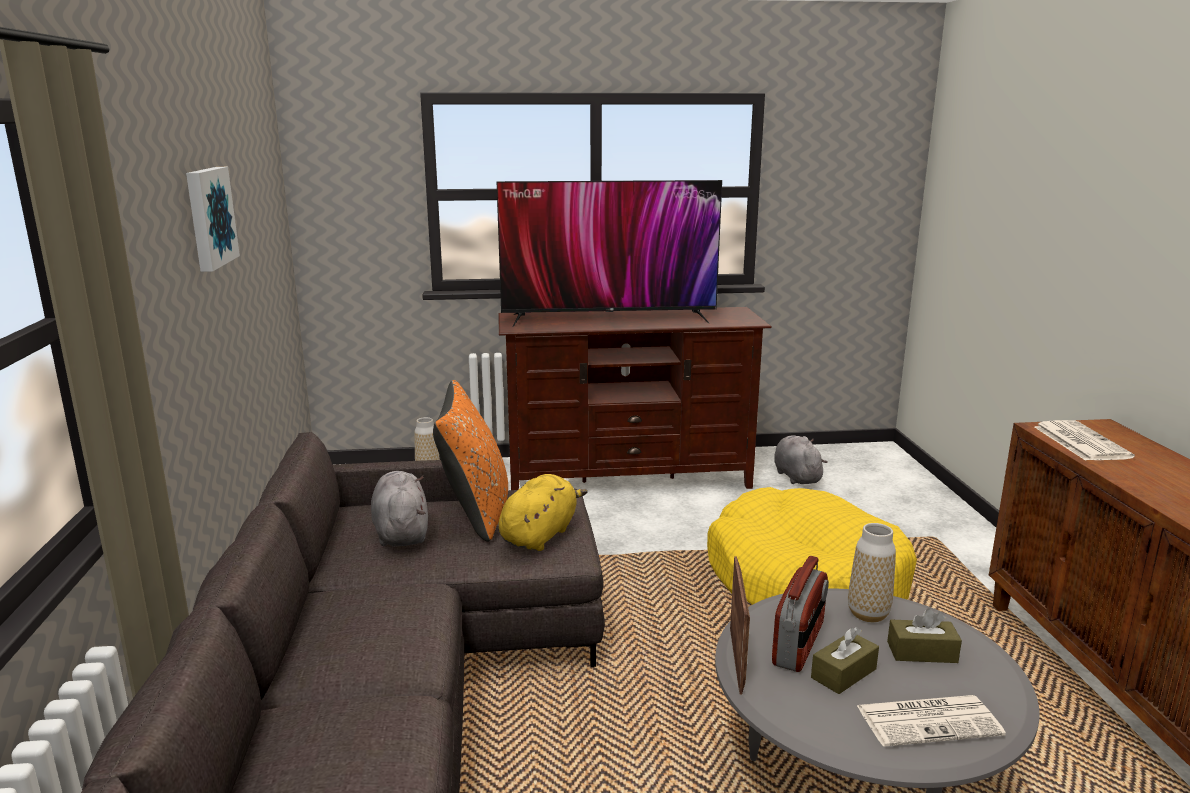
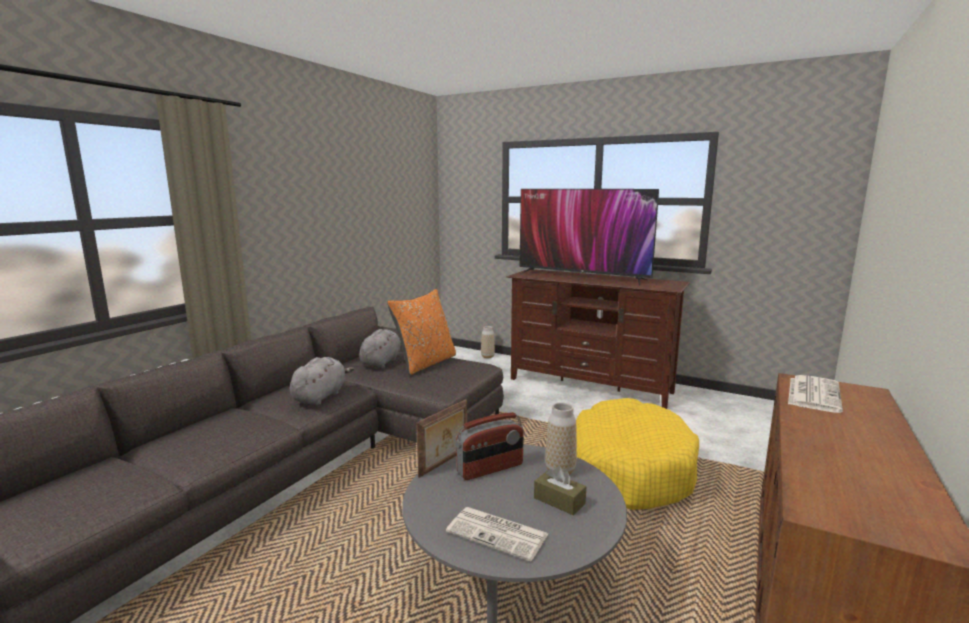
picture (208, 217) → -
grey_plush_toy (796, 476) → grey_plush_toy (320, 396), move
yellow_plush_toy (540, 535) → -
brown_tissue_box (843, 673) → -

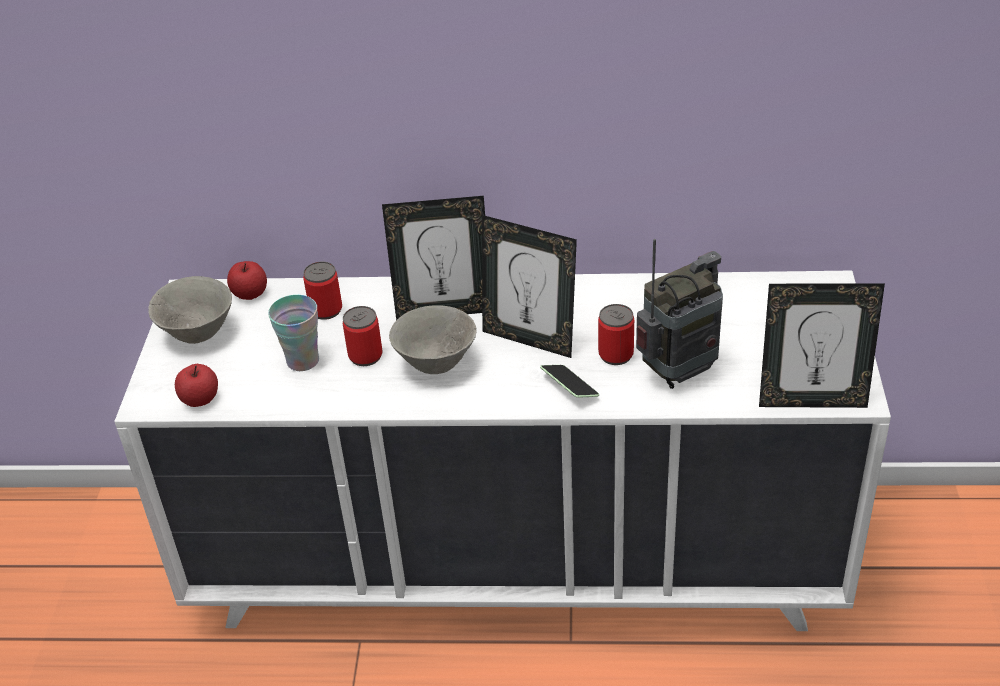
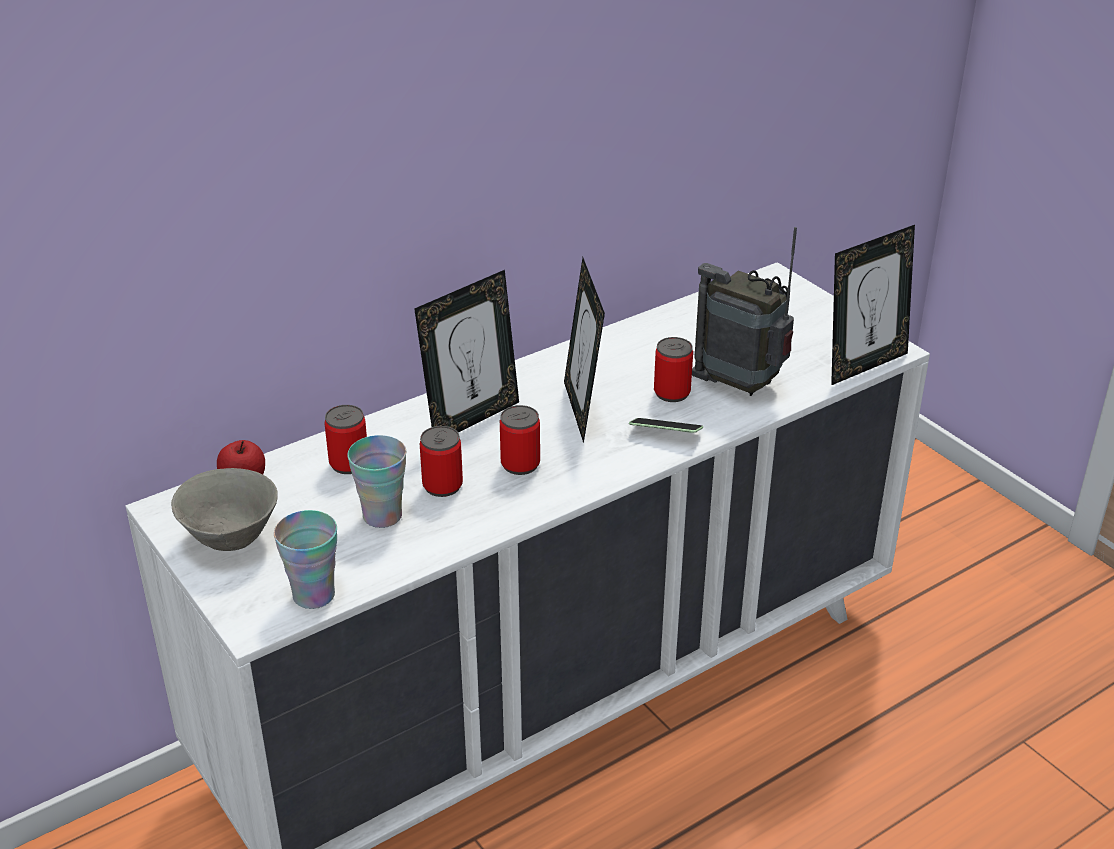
picture_frame (529, 339) → picture_frame (582, 410), 90 degrees clockwise
radio (679, 373) → radio (740, 385), 75 degrees counterclockwise
grey_bowl (435, 364) → can (520, 464)
apple (200, 399) → cup (314, 595)

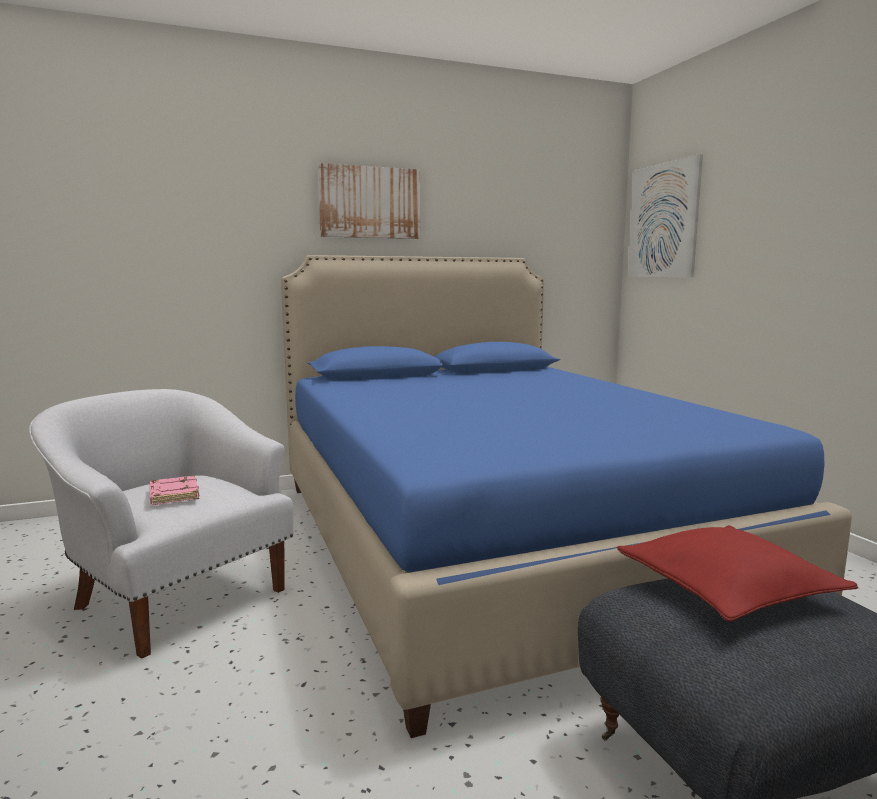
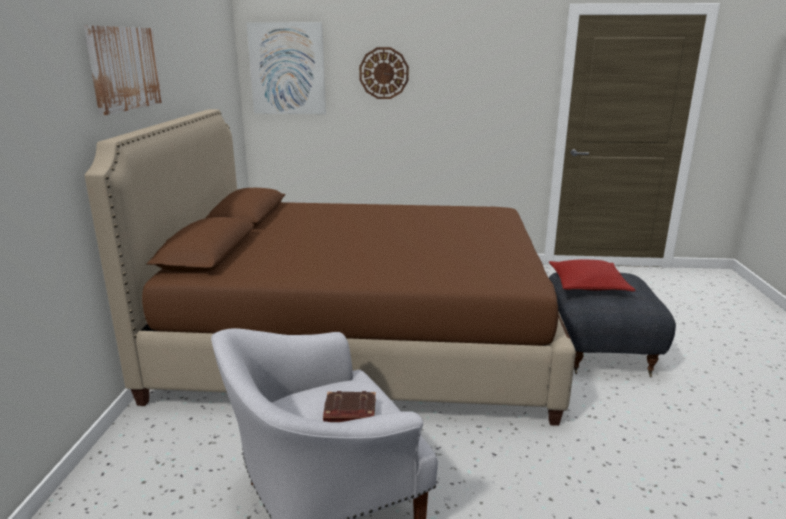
blue_bed (495, 542) → brown_bed (361, 341)
pink_book (173, 495) → brown_book (349, 412)
- → wall_clock (384, 73)

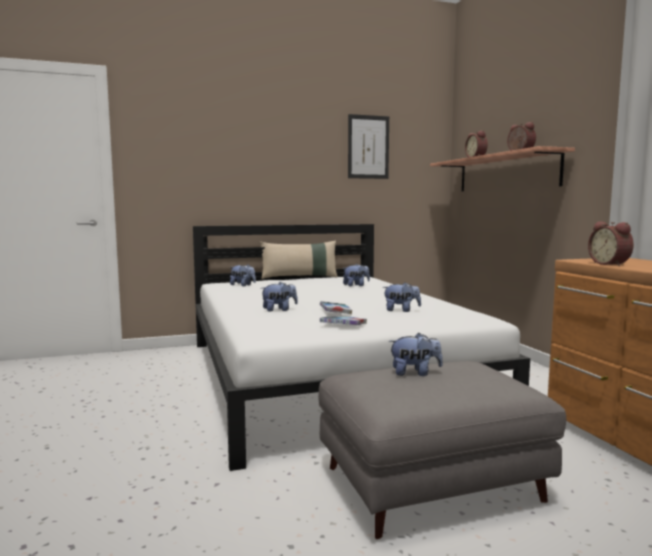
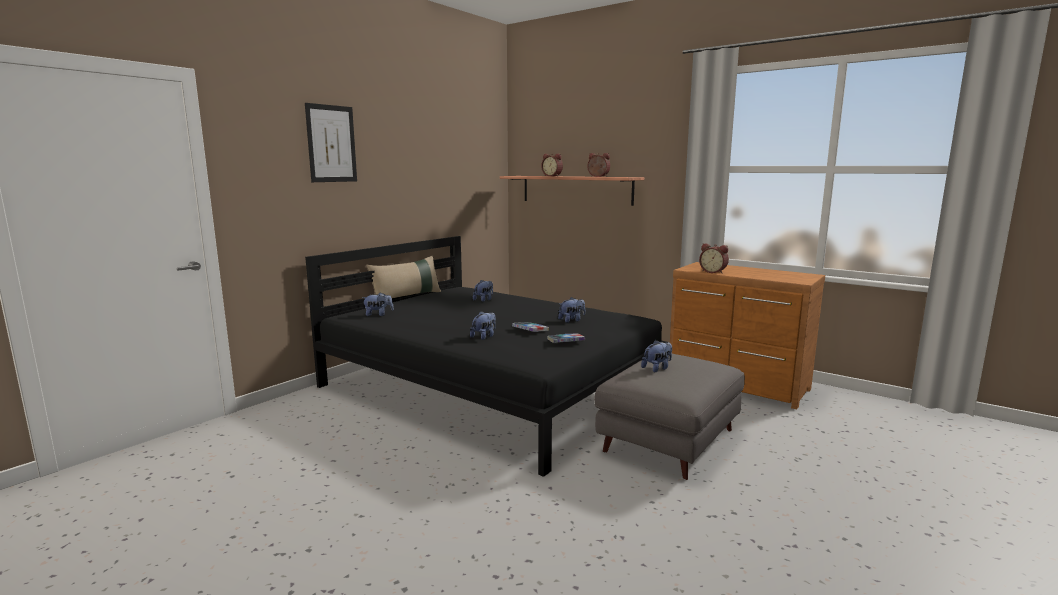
picture (368, 147) → picture (331, 144), move
white_bed (326, 376) → black_bed (490, 387)

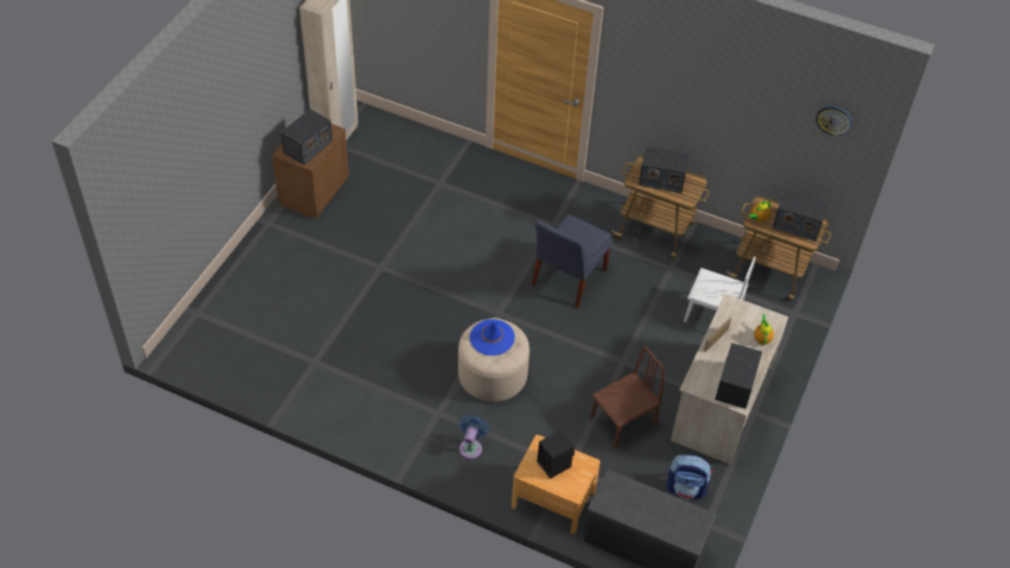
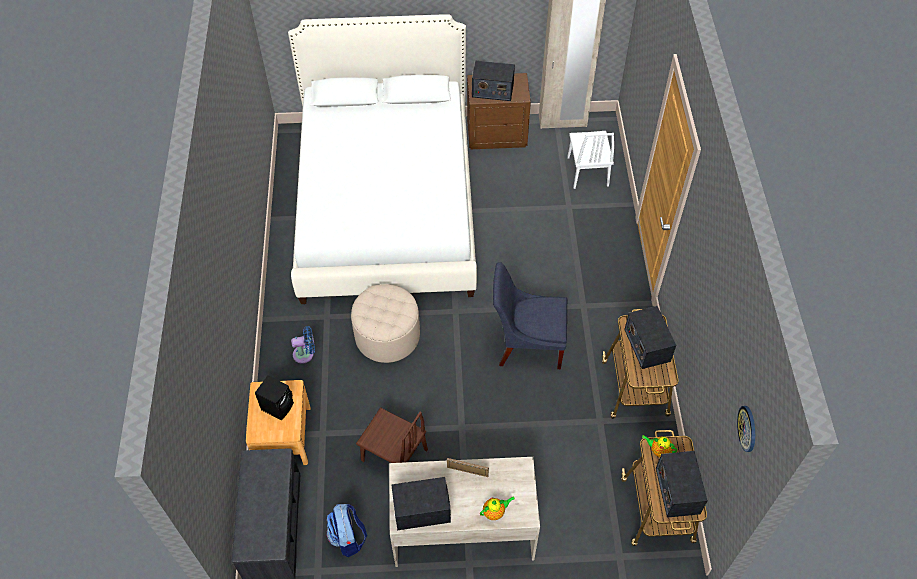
white_chair (713, 315) → white_chair (587, 171), move
blue_hat (492, 338) → -
- → white_bed (387, 205)

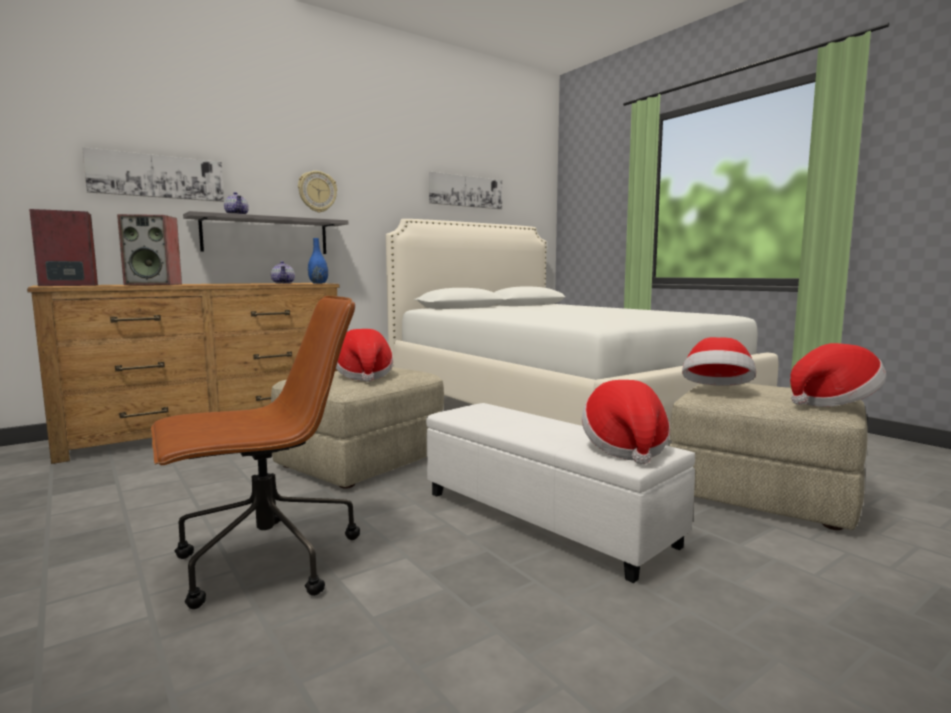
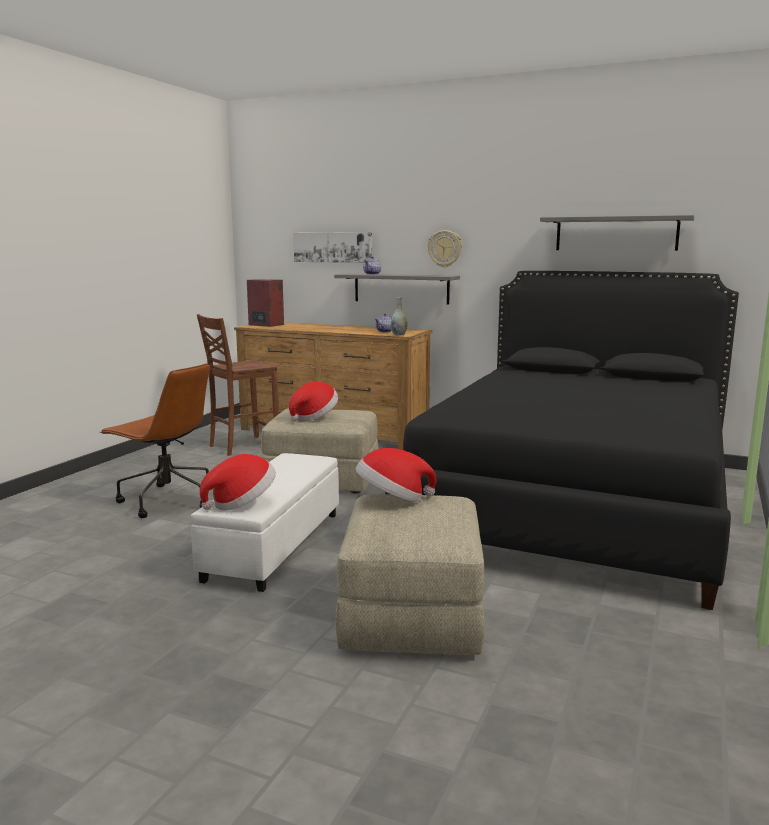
picture (465, 191) → grey_shelf (616, 233)
speaker (154, 284) → -
white_bed (560, 407) → black_bed (576, 503)
blue_vase (318, 283) → grey_vase (398, 335)
hat (832, 403) → -
- → brown_chair (242, 446)

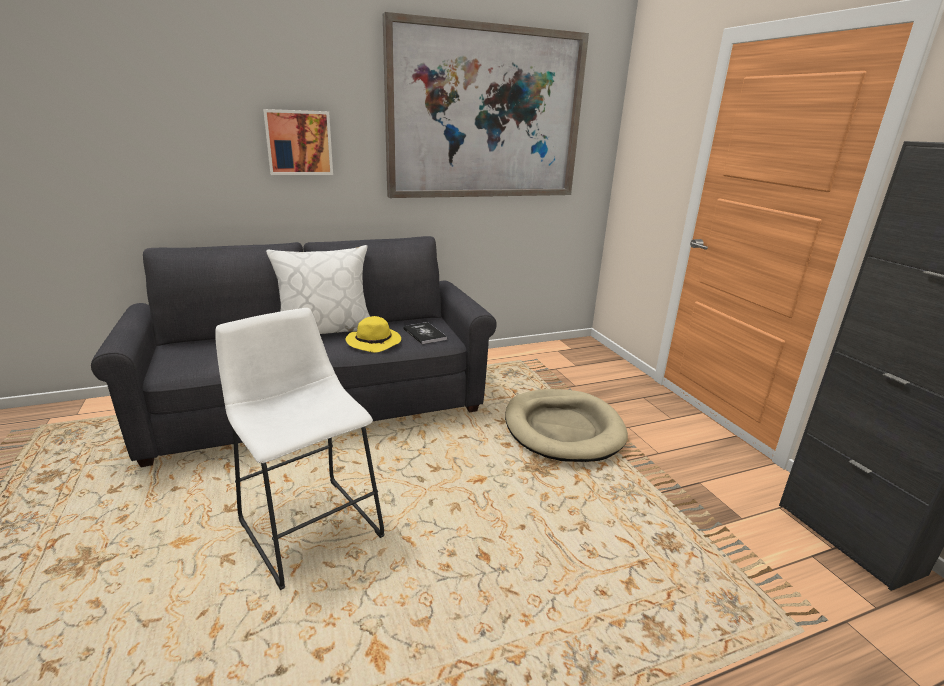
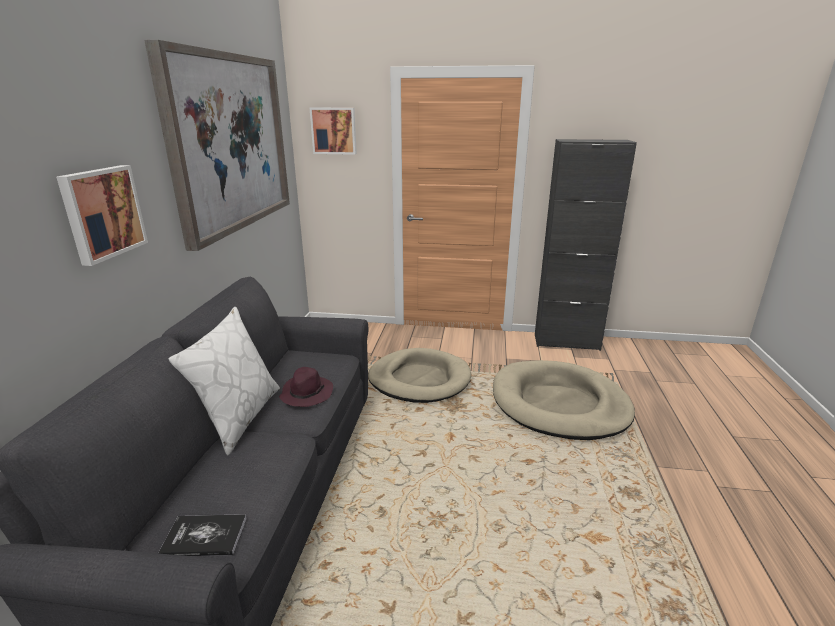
white_stool (308, 523) → -
yellow_hat (375, 342) → purple_hat (306, 393)
book (424, 334) → book (204, 536), move
- → picture (334, 131)
- → beige_dog_bed (559, 404)

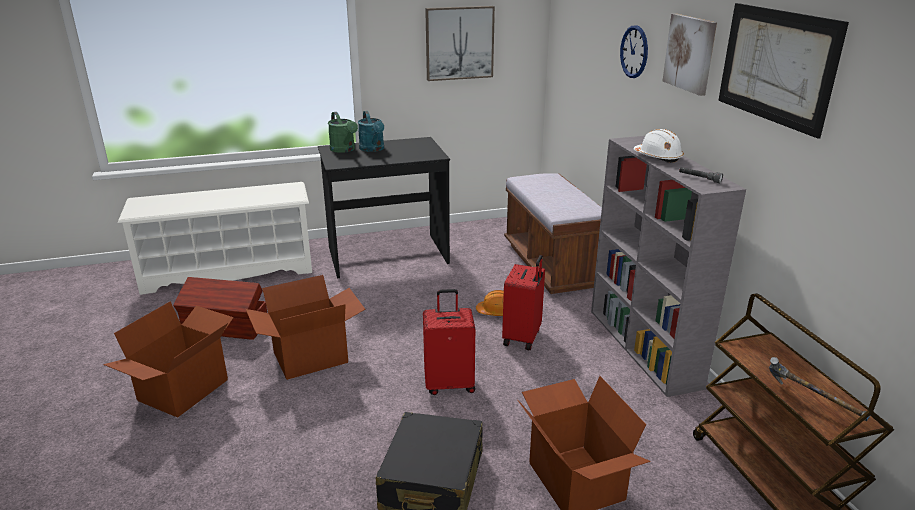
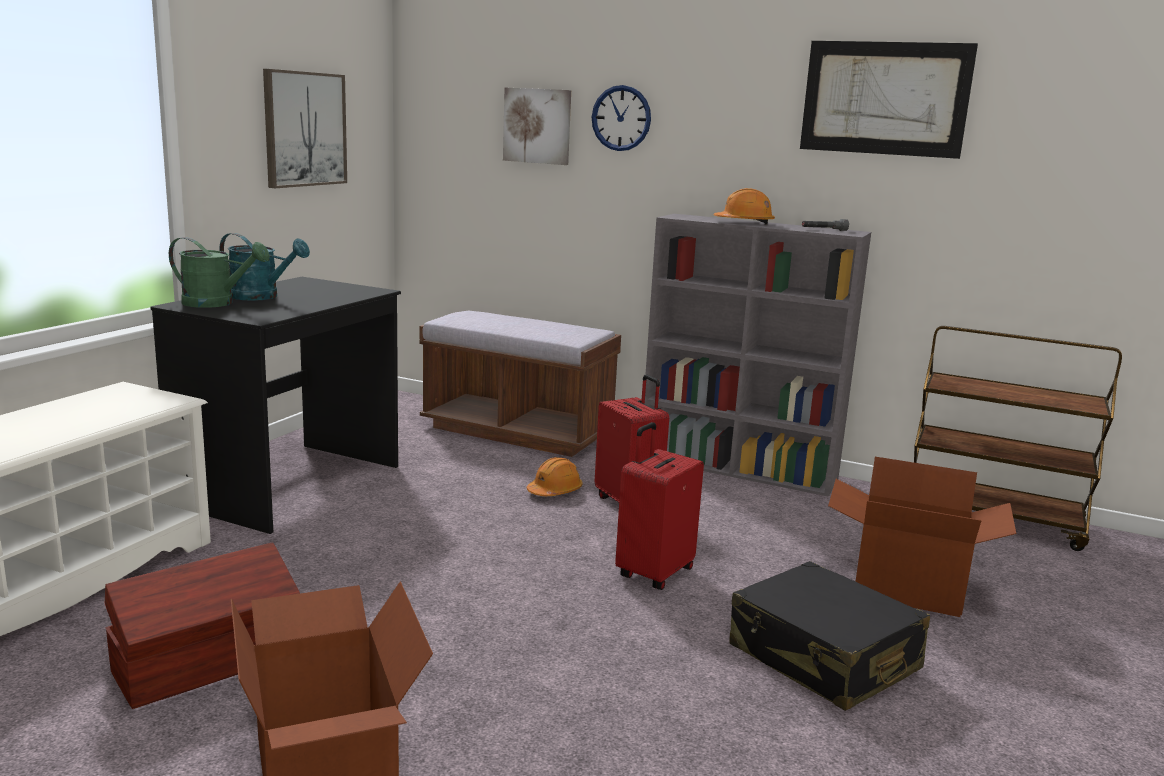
picture (690, 53) → picture (537, 126), move
white_hard_hat (658, 157) → orange_hard_hat (744, 223)
cardboard_box (310, 356) → -
hammer (809, 406) → -

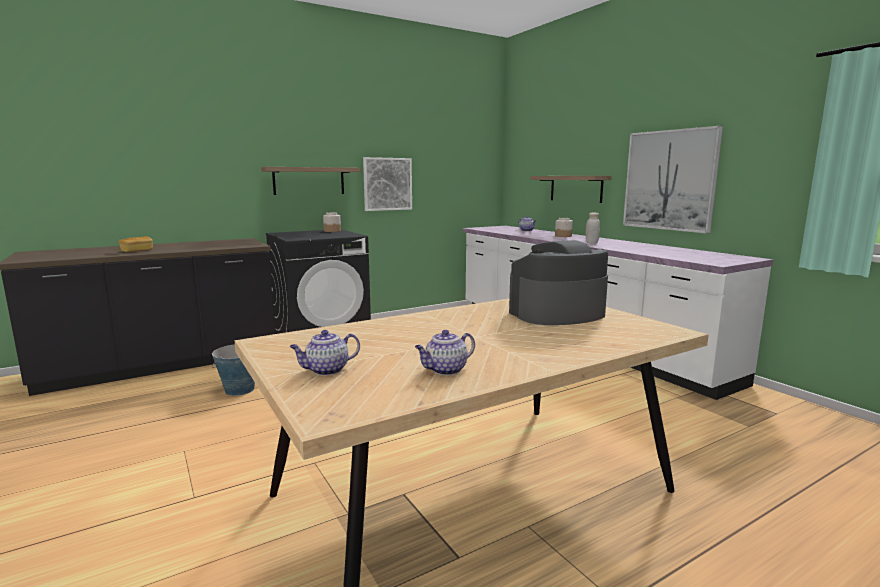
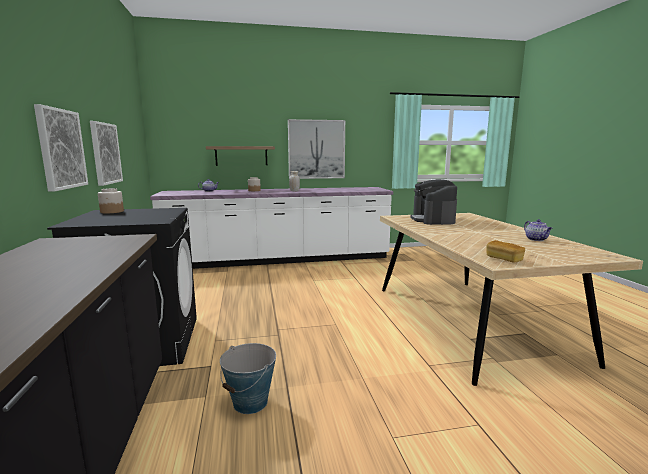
shelf (309, 181) → picture (61, 149)
bread (137, 251) → bread (504, 259), move
teapot (326, 370) → -

